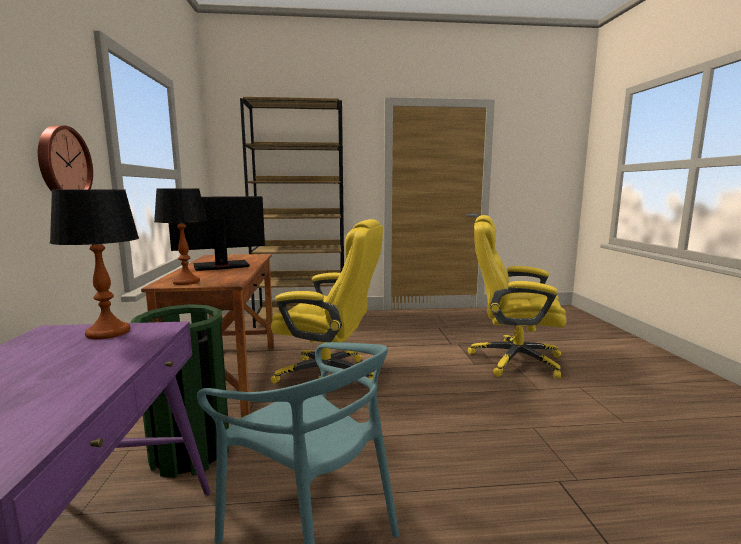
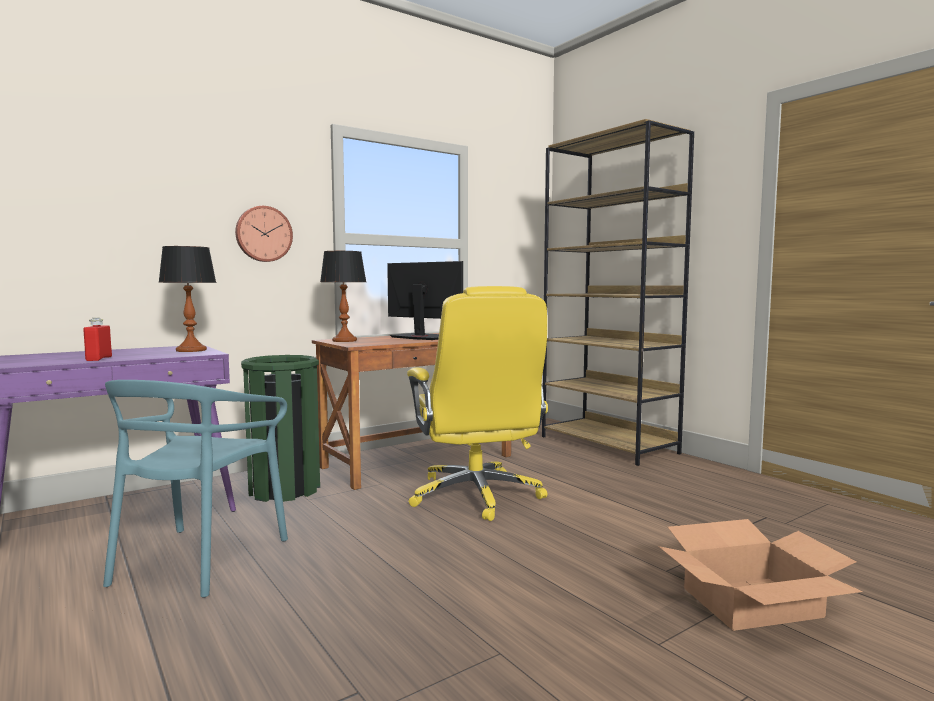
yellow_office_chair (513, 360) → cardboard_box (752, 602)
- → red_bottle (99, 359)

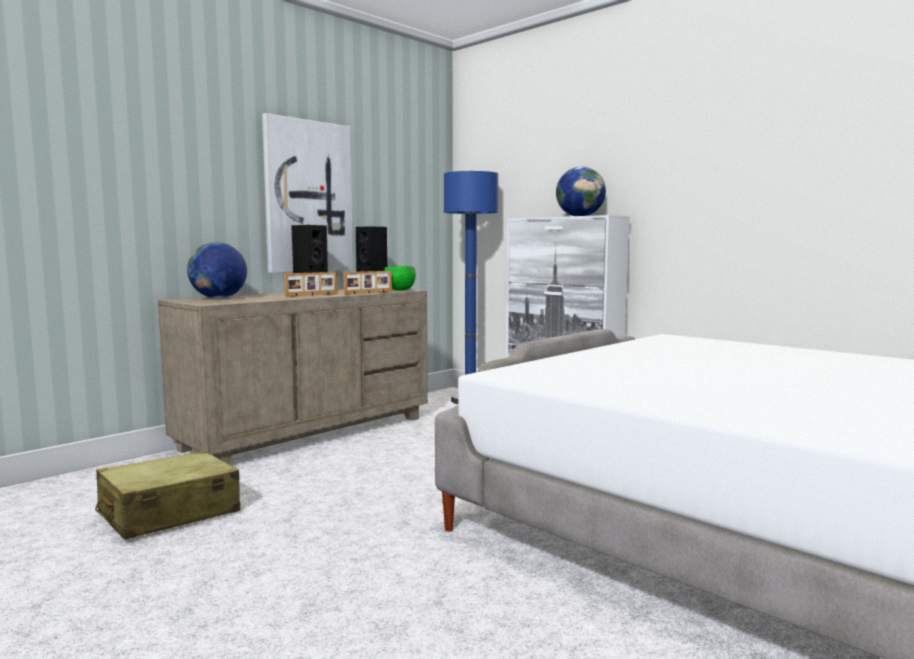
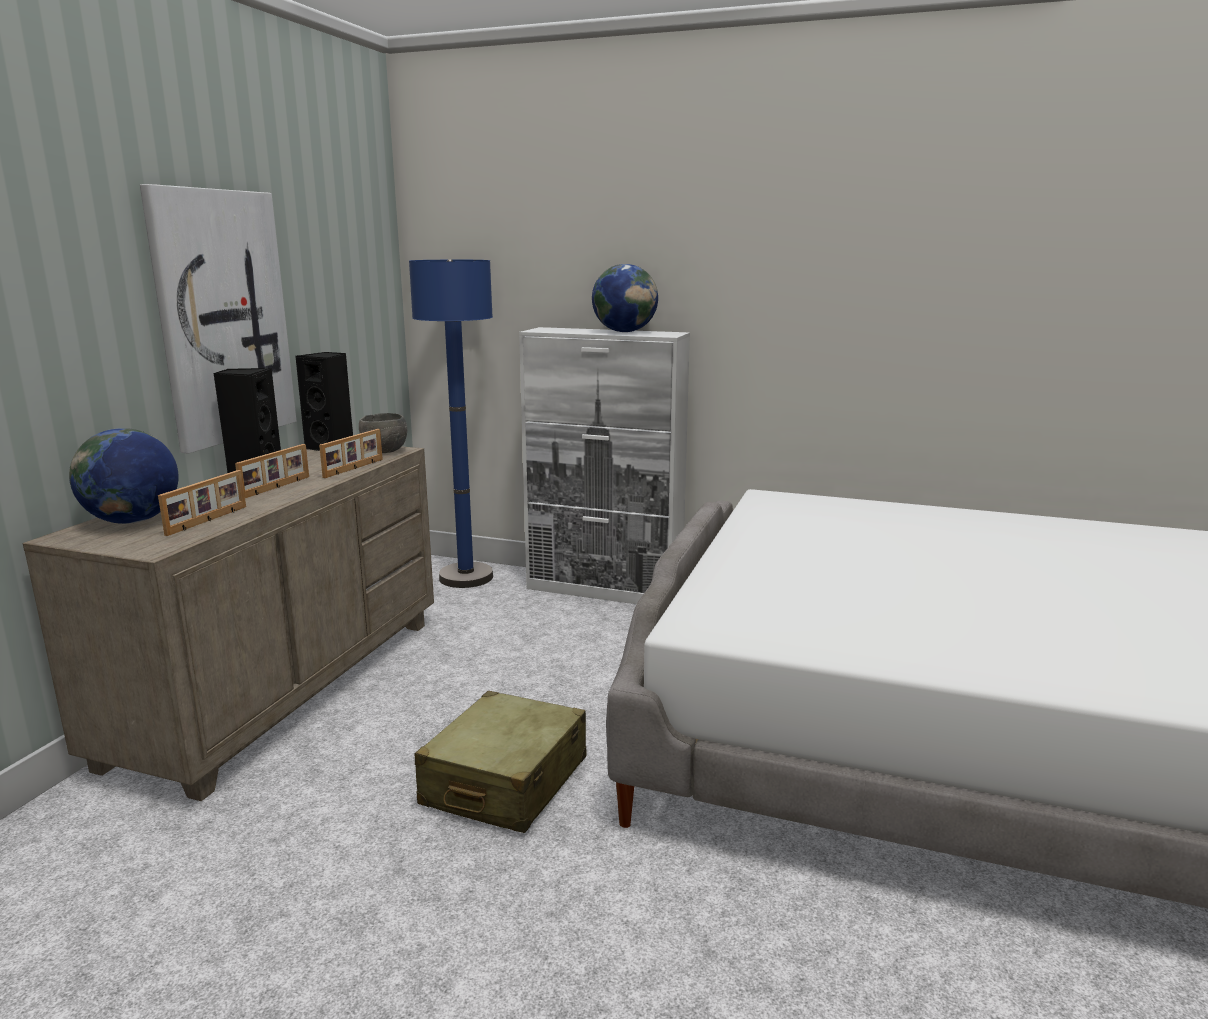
green_bowl (399, 290) → grey_bowl (384, 452)
beige_suitcase (168, 513) → beige_suitcase (505, 782), move
- → picture_frame (208, 520)

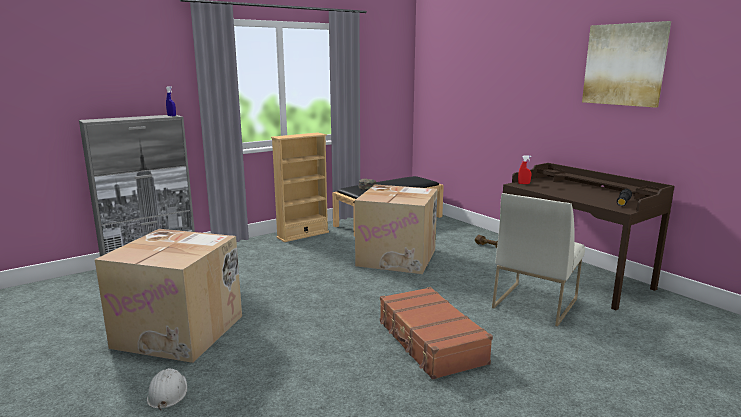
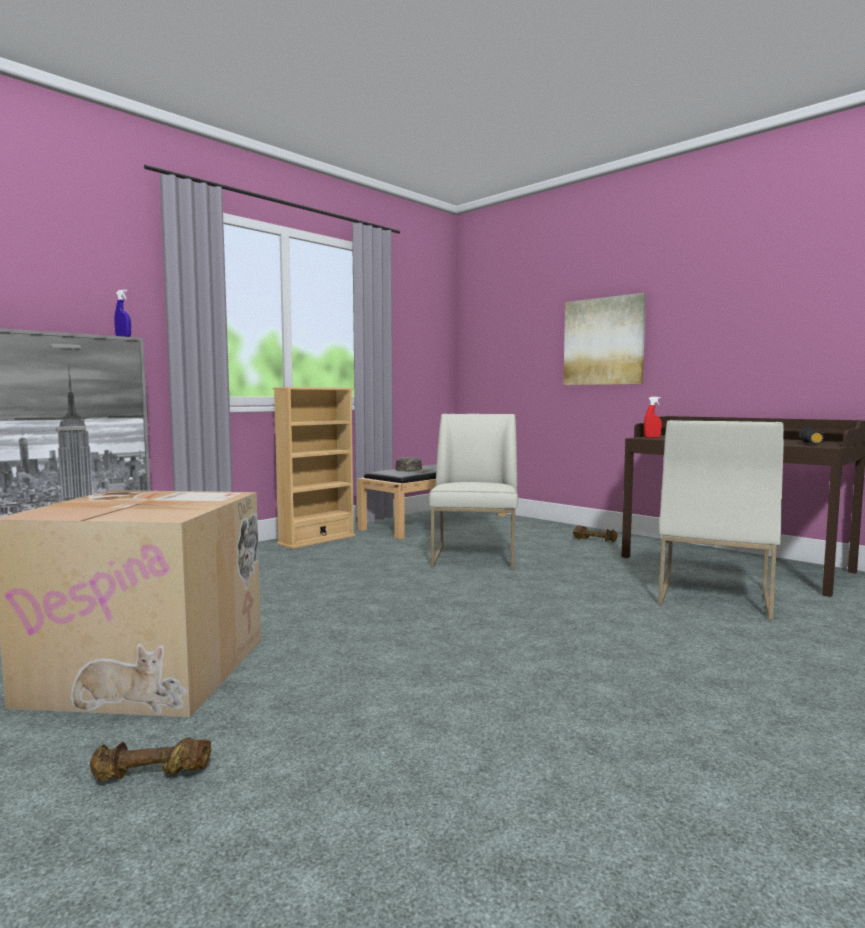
picture (624, 64) → picture (603, 341), move
cardboard_box (398, 257) → white_chair (475, 557)
brown_suitcase (430, 342) → -
white_hard_hat (167, 393) → brown_dumbbell (150, 775)

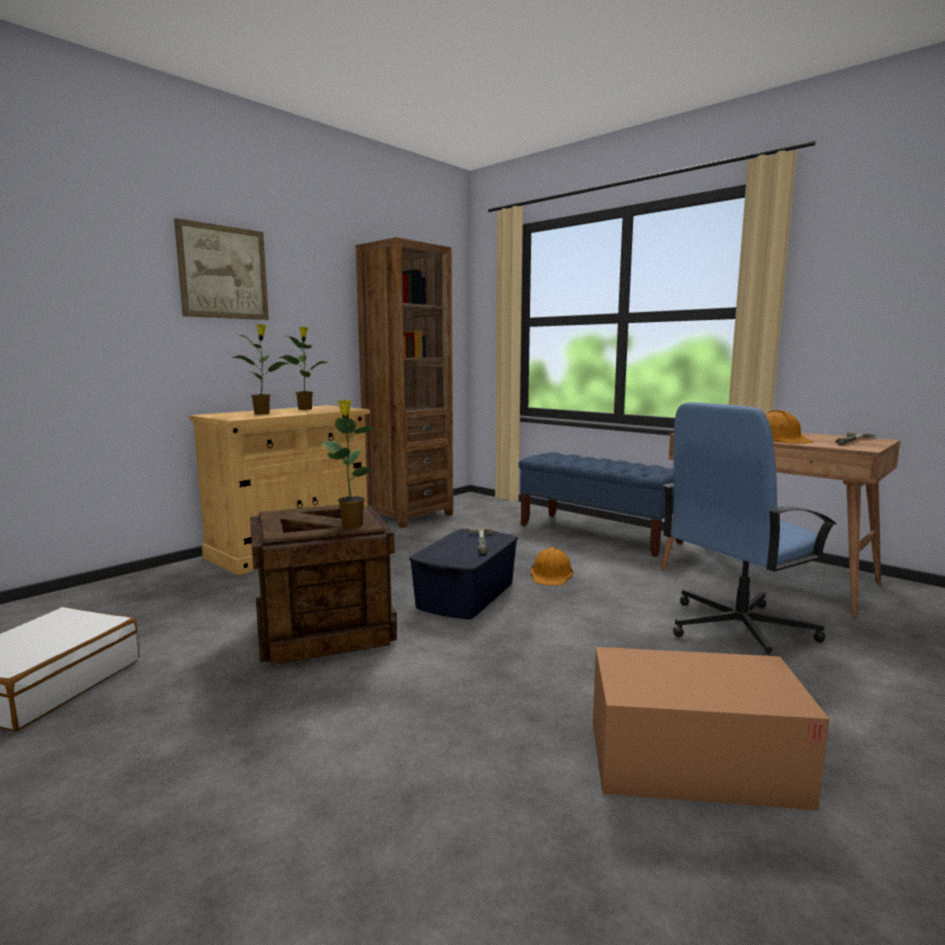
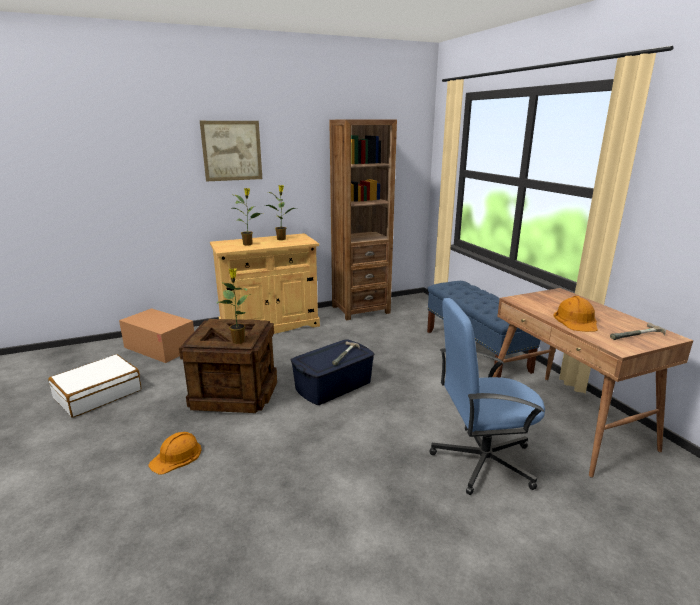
orange_hard_hat (551, 574) → orange_hard_hat (176, 456), move
cardboard_box (693, 762) → cardboard_box (160, 347), move

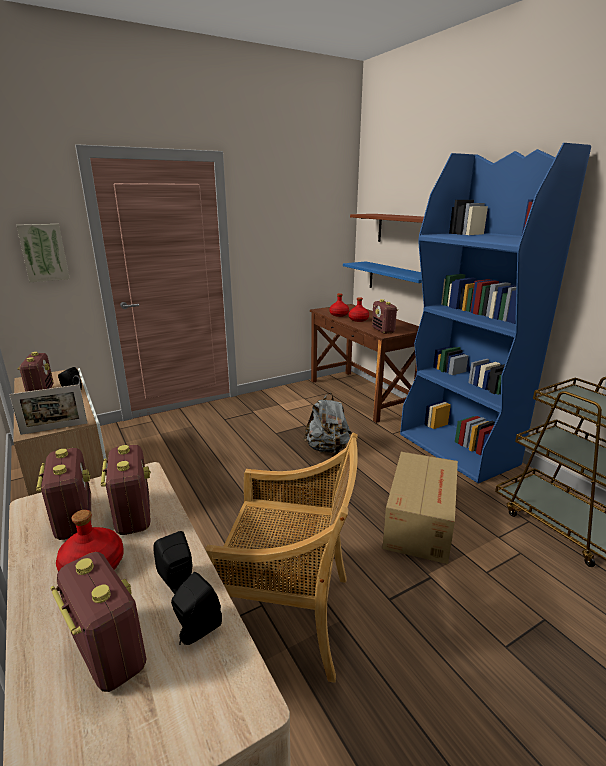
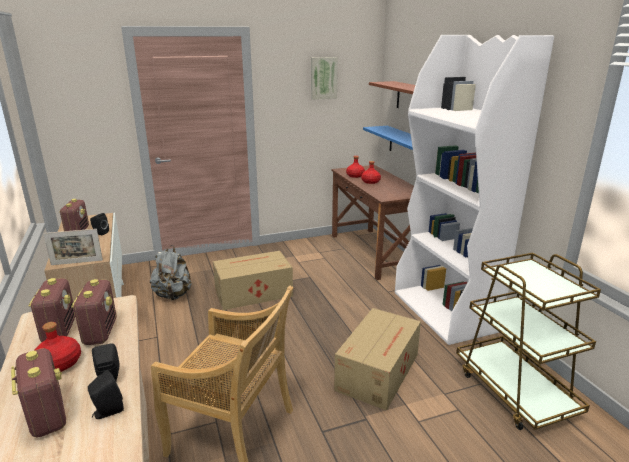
blue_bookcase (458, 449) → white_bookcase (445, 312)
picture (43, 252) → picture (323, 78), move
radio (383, 330) → -
grey_backpack (327, 449) → grey_backpack (173, 295), move
- → cardboard_box (252, 293)

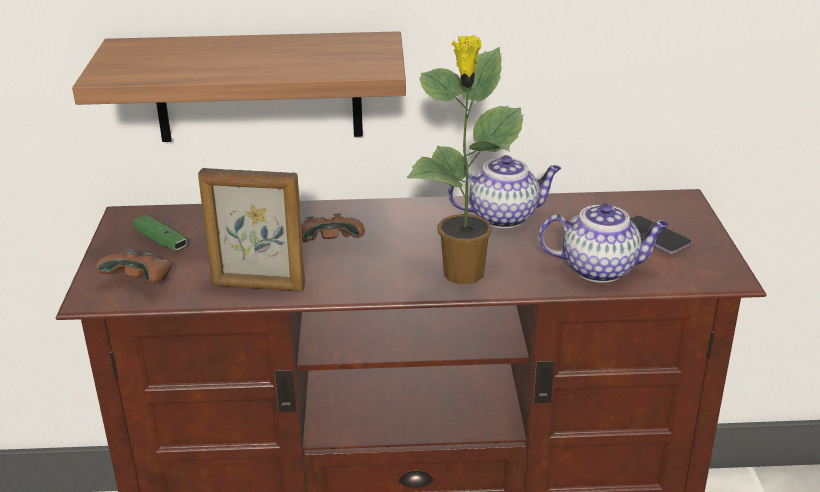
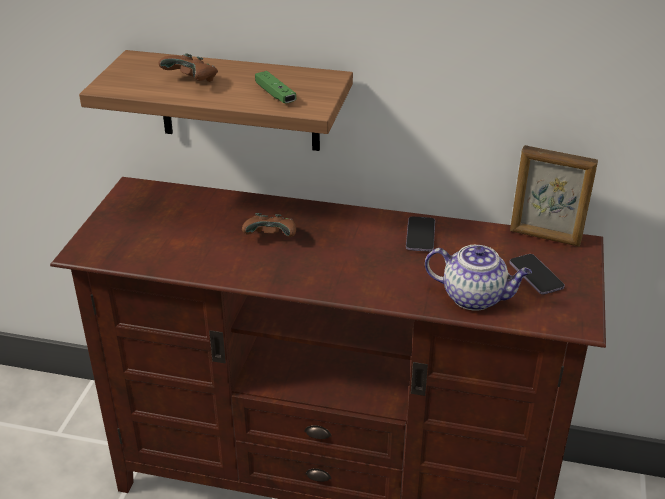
potted_plant (463, 275) → -
teapot (504, 216) → phone (420, 235)
picture_frame (258, 286) → picture_frame (545, 237), move
green_game_controller (161, 241) → green_game_controller (275, 94), move
brown_game_controller (140, 283) → brown_game_controller (192, 81), move

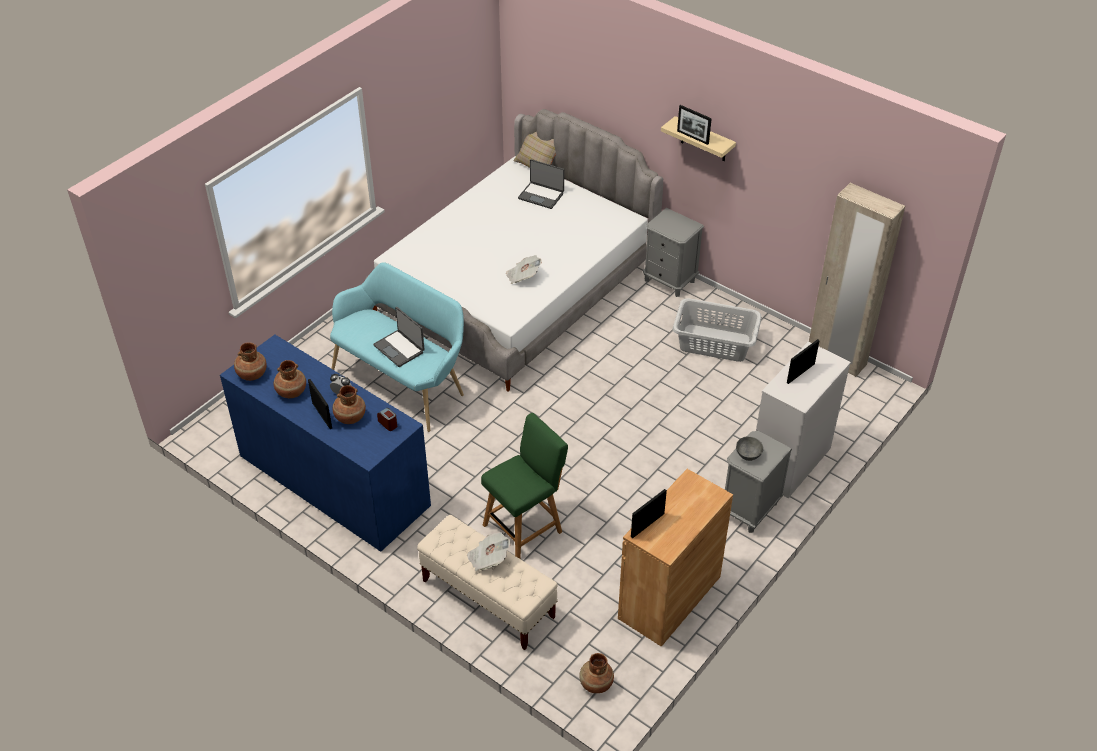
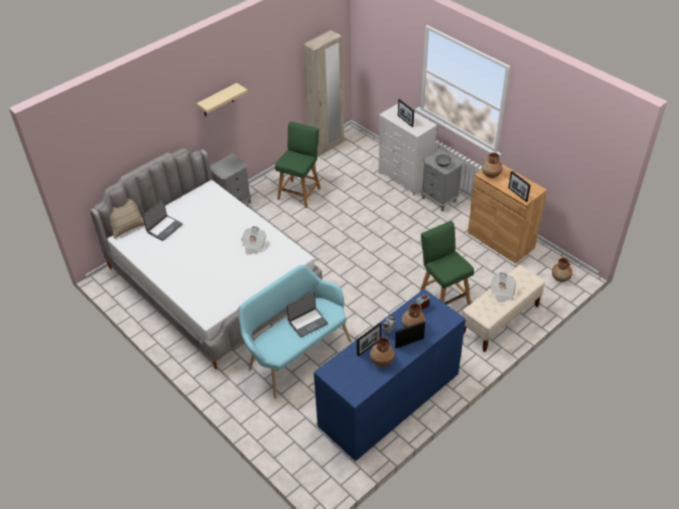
picture_frame (692, 137) → picture_frame (369, 347), move
grey_laundry_basket (715, 343) → green_chair (300, 192)
brown_vase (252, 374) → brown_vase (491, 174), move

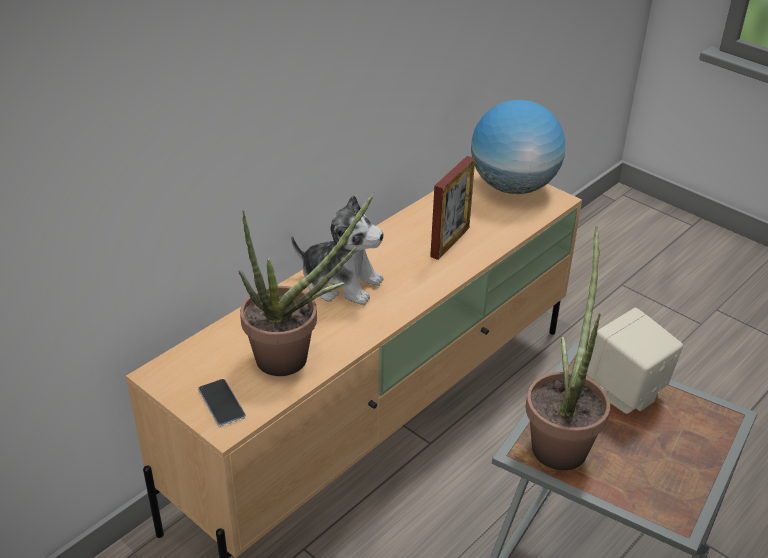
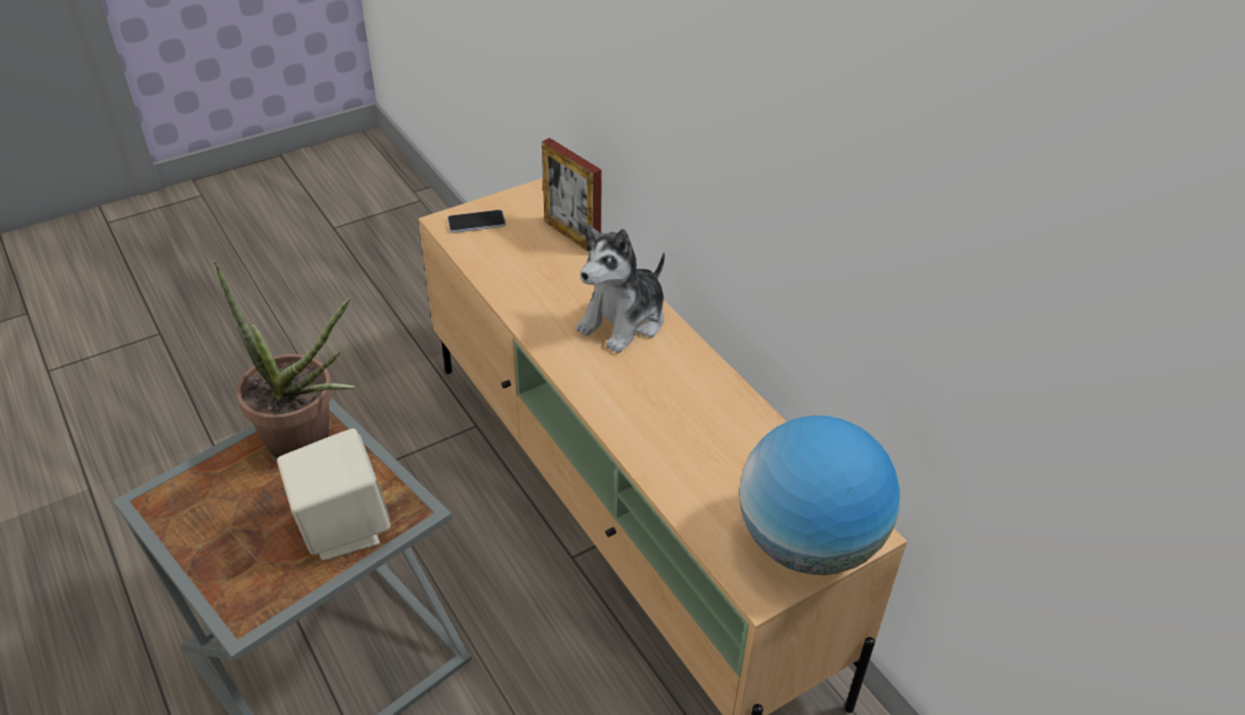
picture_frame (450, 242) → picture_frame (572, 236), move
potted_plant (294, 358) → -

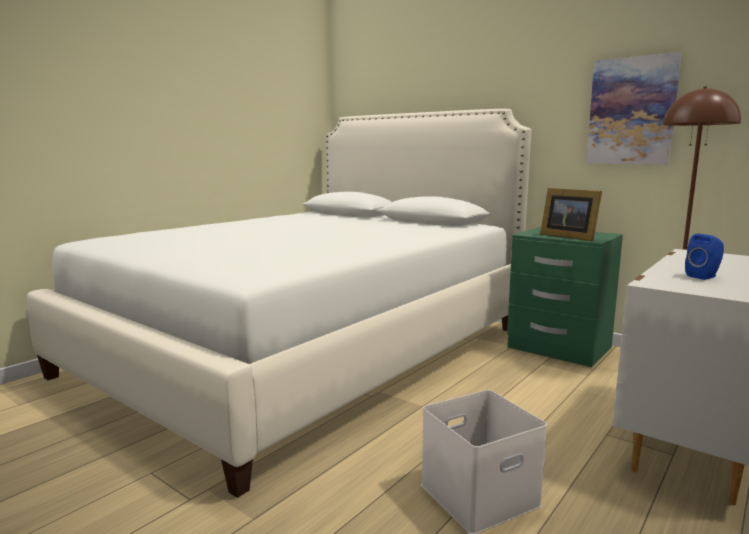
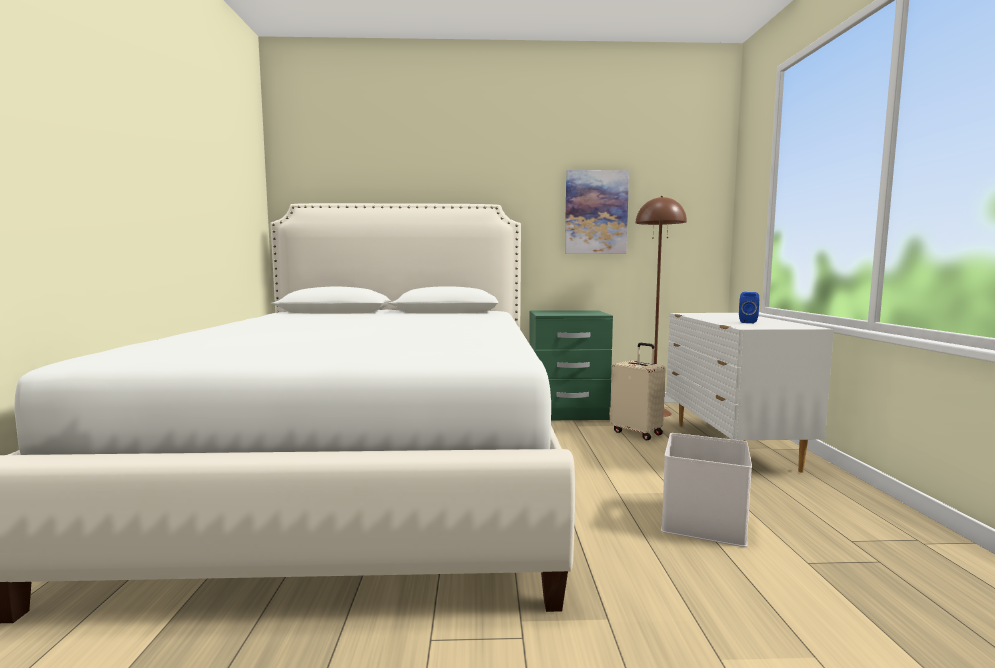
picture_frame (568, 236) → -
- → beige_suitcase (637, 433)

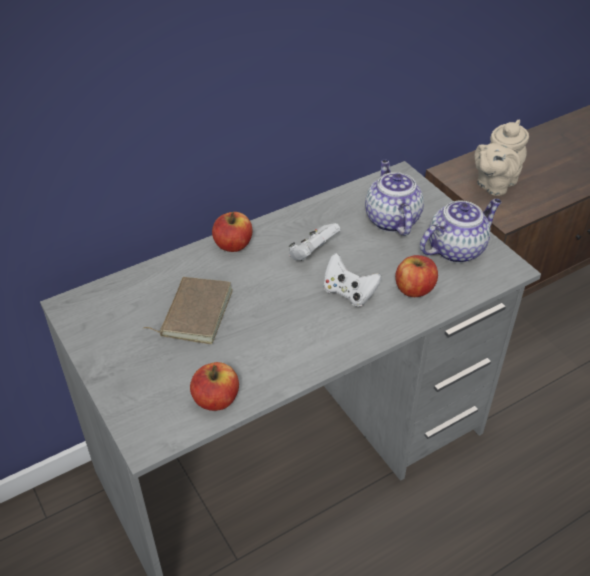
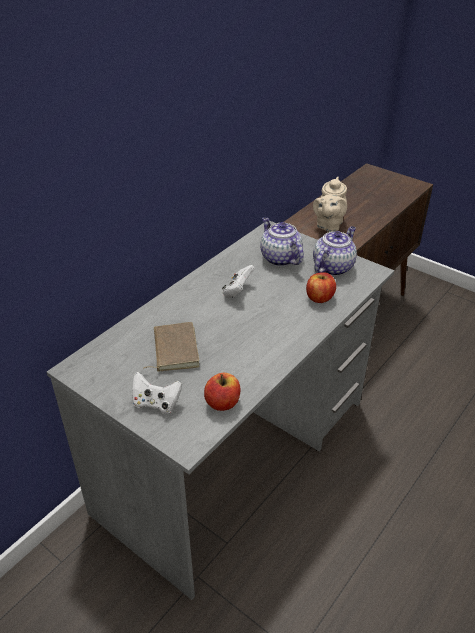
apple (233, 245) → -
white_game_controller (348, 293) → white_game_controller (156, 403), move

